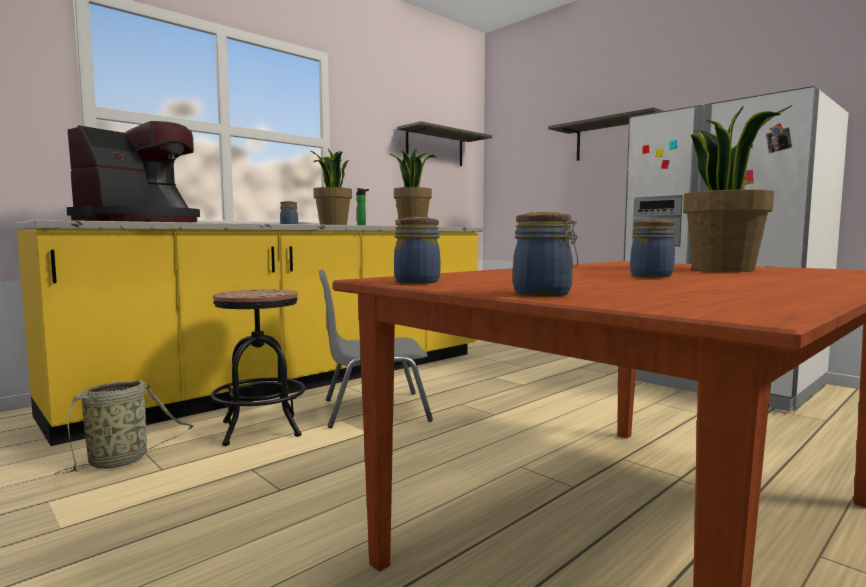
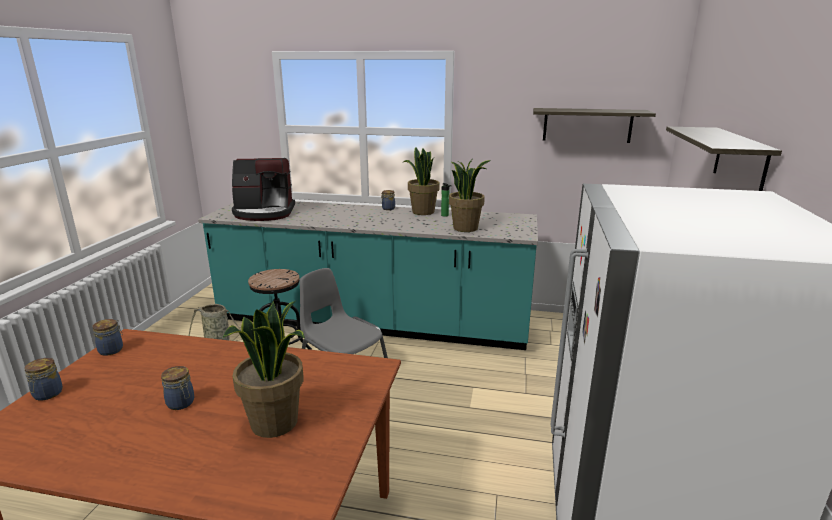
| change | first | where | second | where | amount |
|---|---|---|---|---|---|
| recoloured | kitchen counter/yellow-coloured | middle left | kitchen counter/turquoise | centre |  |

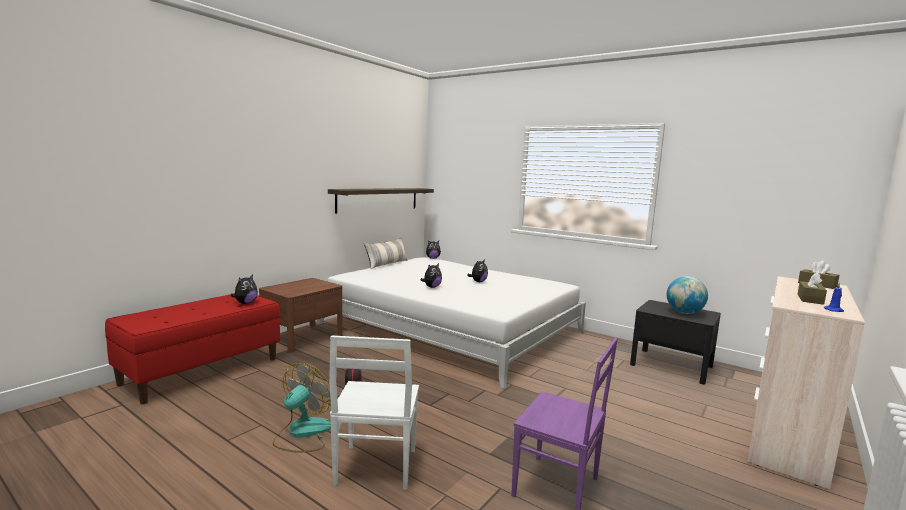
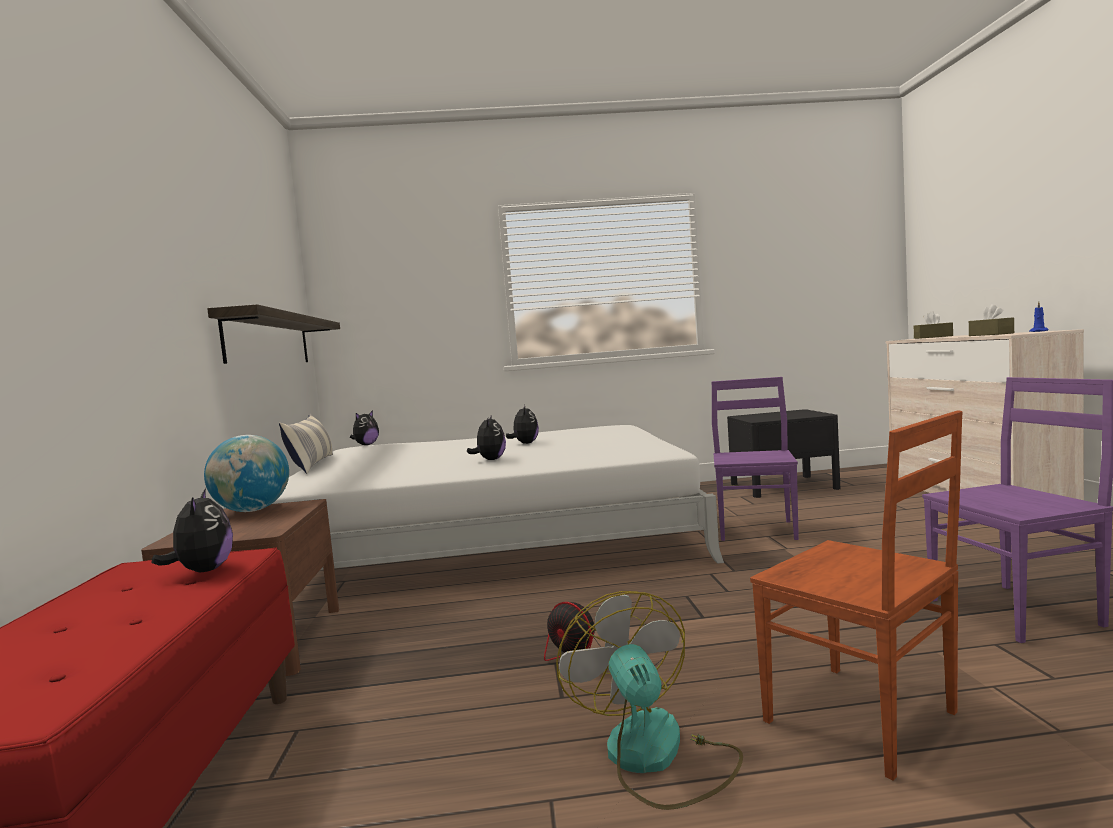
| change | first | where | second | where | amount |
|---|---|---|---|---|---|
| moved | desk globe | middle right |  | middle left |  |
| added |  |  | upright chair/purple (1st from left) | middle right |  |
| recoloured | upright chair/white | bottom centre | upright chair/brownish | bottom right |  |

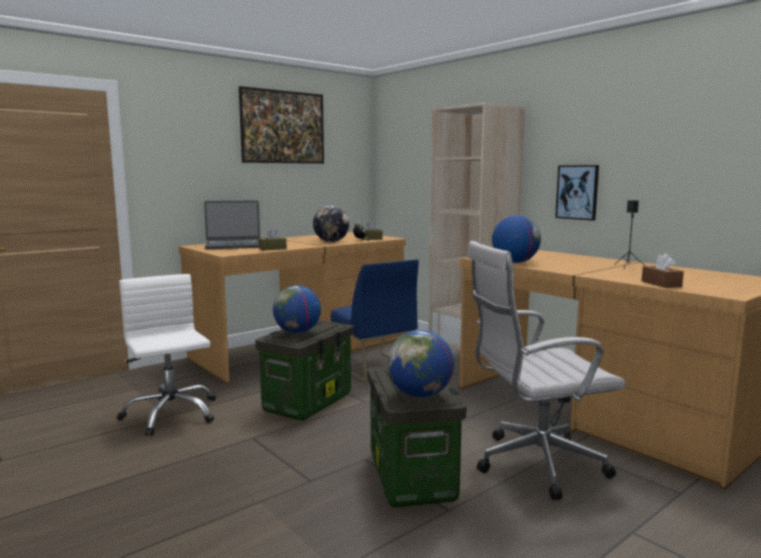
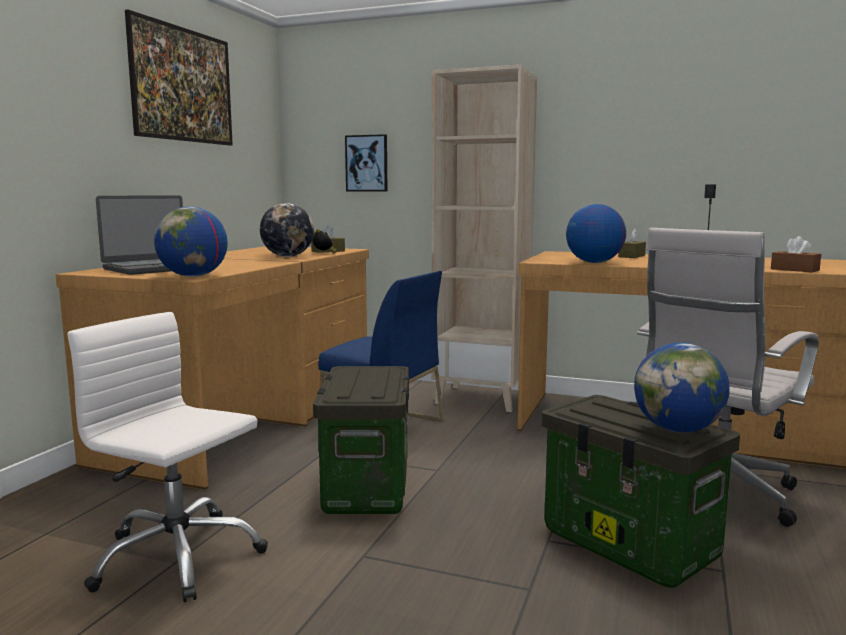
| change | first | where | second | where | amount |
|---|---|---|---|---|---|
| moved | desk globe (1st from left) | centre |  | middle left |  |
| moved | picture (2nd from left) | middle right |  | top centre |  |
| moved | box of tissues/brownish (1st from left in the first image) | centre | box of tissues/brownish (2nd from left) | middle right |  |

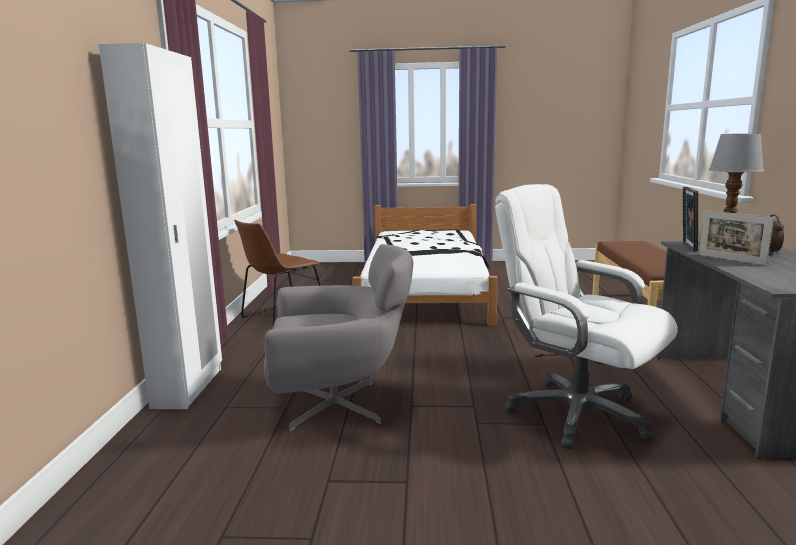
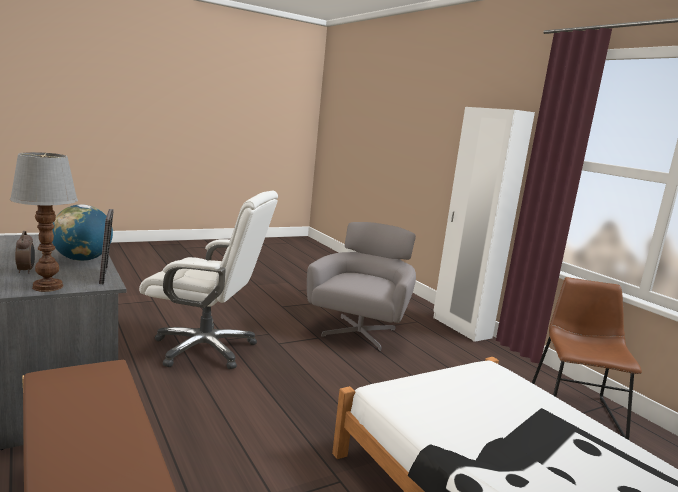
| change | first | where | second | where | amount |
|---|---|---|---|---|---|
| replaced | photo frame (2nd from left) | middle right | desk globe | middle left |  |
| turned | lounge chair/grey | centre |  | centre | 150 degrees clockwise |

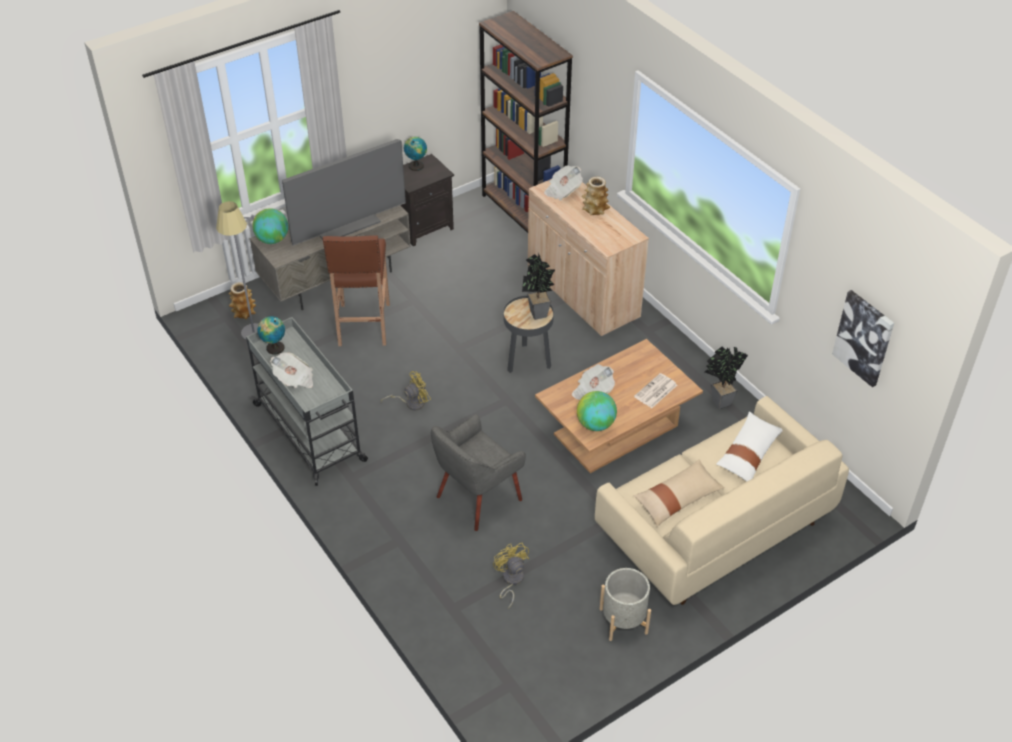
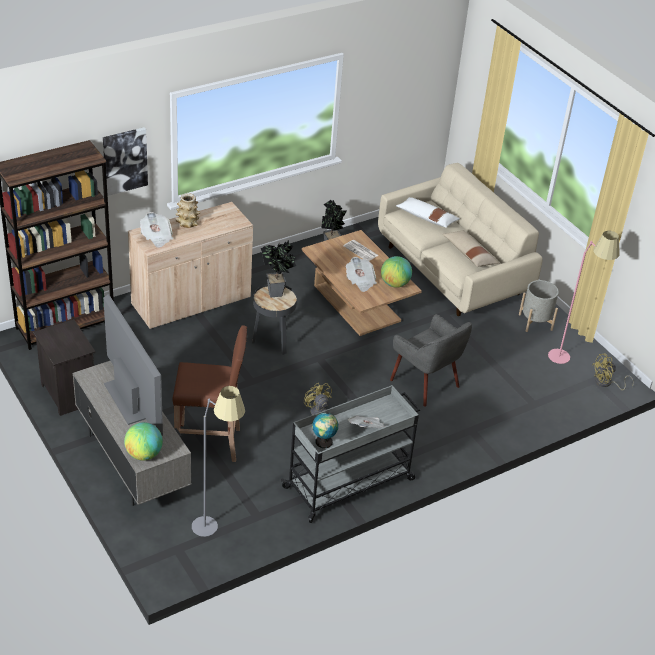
| change | first | where | second | where | amount |
|---|---|---|---|---|---|
| moved | picture | middle right |  | top left |  |
| added |  |  | floor lamp/pink | middle right |  |
| moved | cooling fan/yellow-coloured (2nd from left) | bottom centre |  | middle right |  |
| removed | vase (1st from left) | middle left |  |  |  |
| removed | desk globe (3rd from left) | top centre |  |  |  |

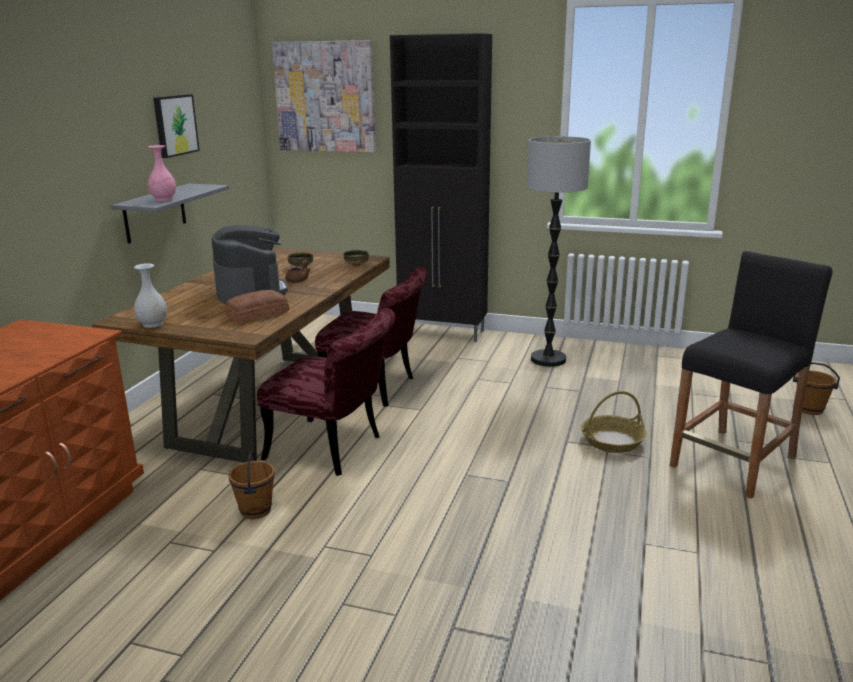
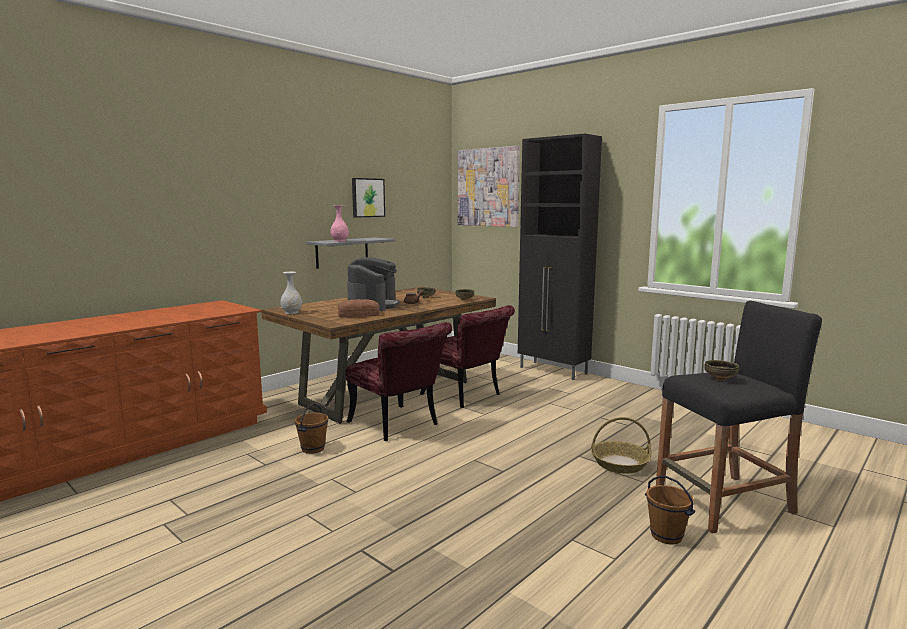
| change | first | where | second | where | amount |
|---|---|---|---|---|---|
| moved | pail/brownish (2nd from left) | middle right |  | bottom right |  |
| added |  |  | serving bowl (3rd from left) | middle right |  |
| removed | floor lamp | centre |  |  |  |

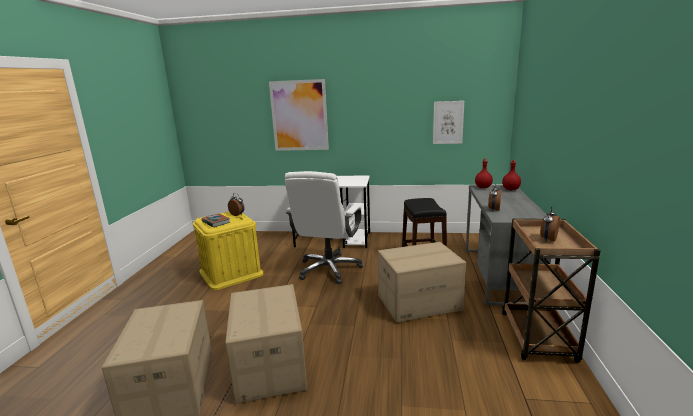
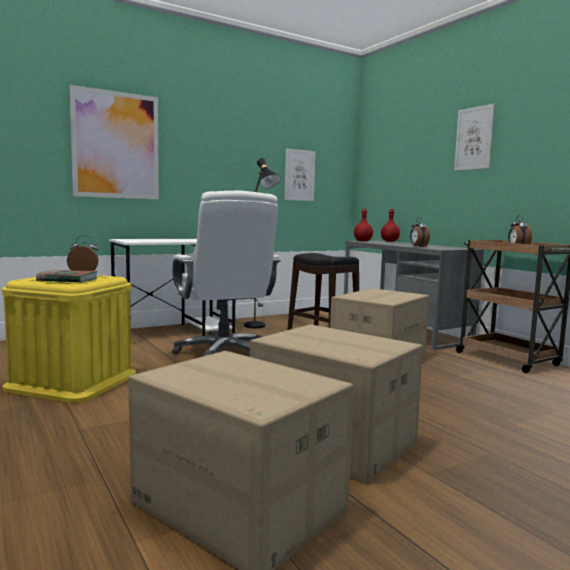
| change | first | where | second | where | amount |
|---|---|---|---|---|---|
| added |  |  | floor lamp/blackish | centre |  |
| added |  |  | picture (3rd from left) | top right |  |

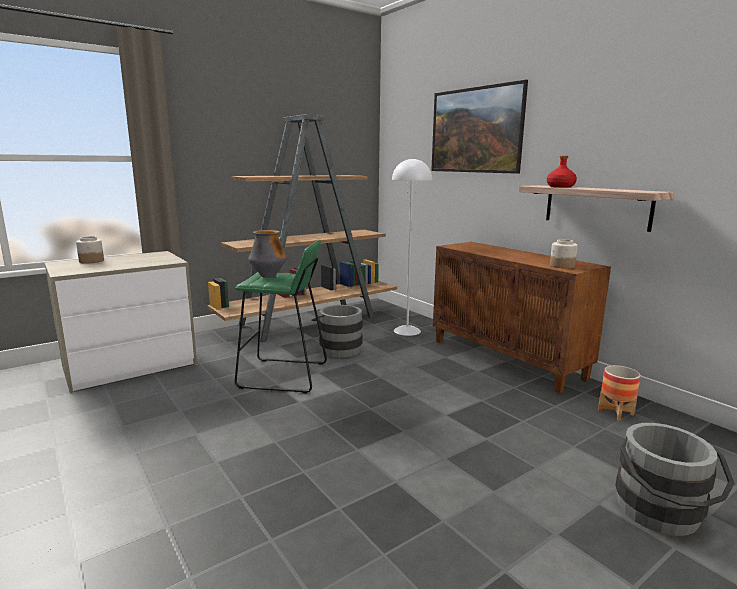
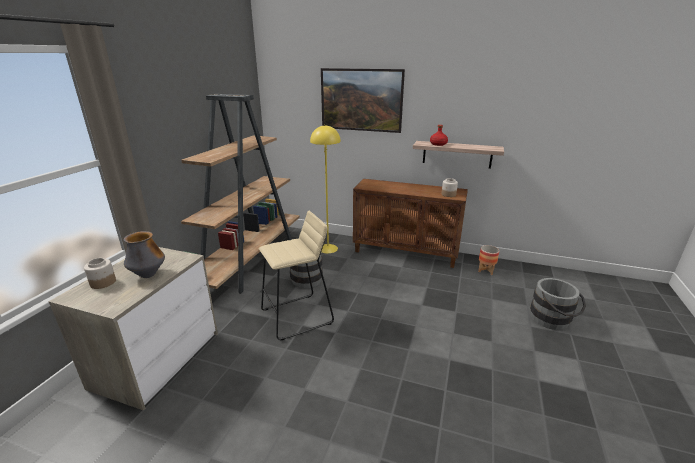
| change | first | where | second | where | amount |
|---|---|---|---|---|---|
| moved | vase | centre |  | middle left |  |
| recoloured | stool seat/green-coloured | centre | stool seat/beige-coloured | centre |  |
| recoloured | floor lamp/white | centre | floor lamp/yellow-coloured | centre |  |

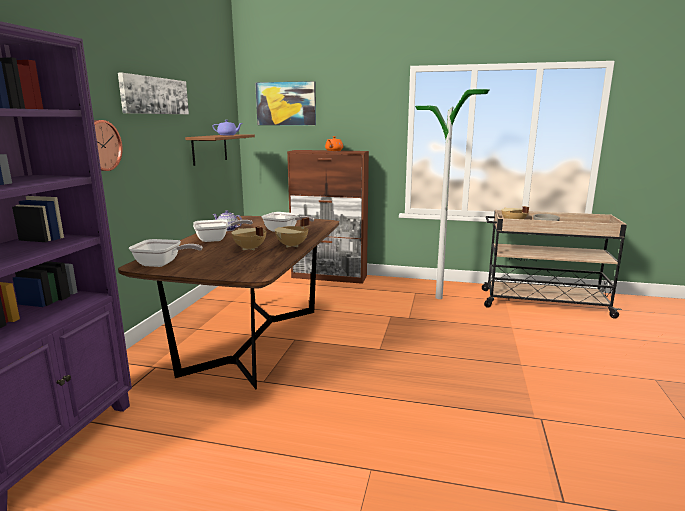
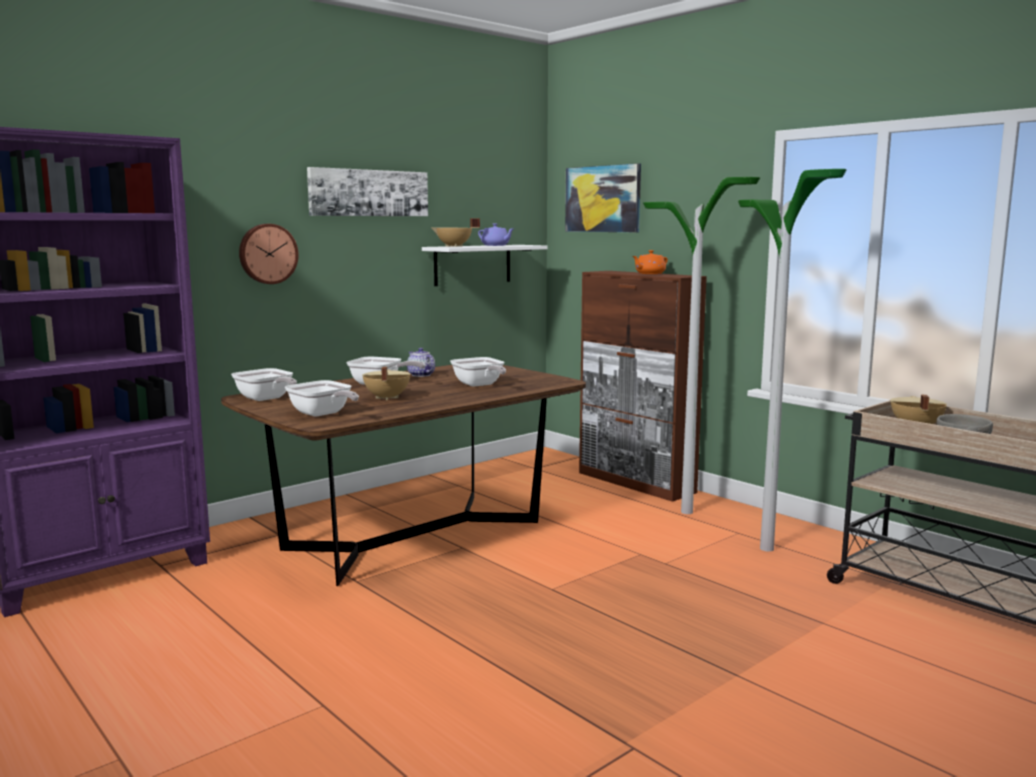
| change | first | where | second | where | amount |
|---|---|---|---|---|---|
| added |  |  | skillet (2nd from left) | middle left |  |
| recoloured | bracket shelf/brownish | top left | bracket shelf/white | centre |  |
| moved | saucepot/beige-coloured (2nd from left) | centre |  | top centre |  |
| added |  |  | floor lamp (1st from left) | middle right |  |

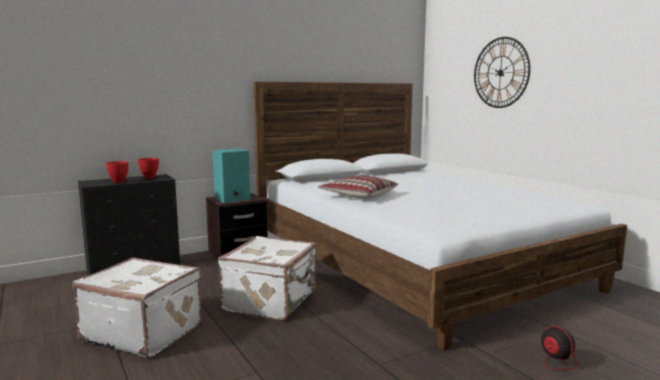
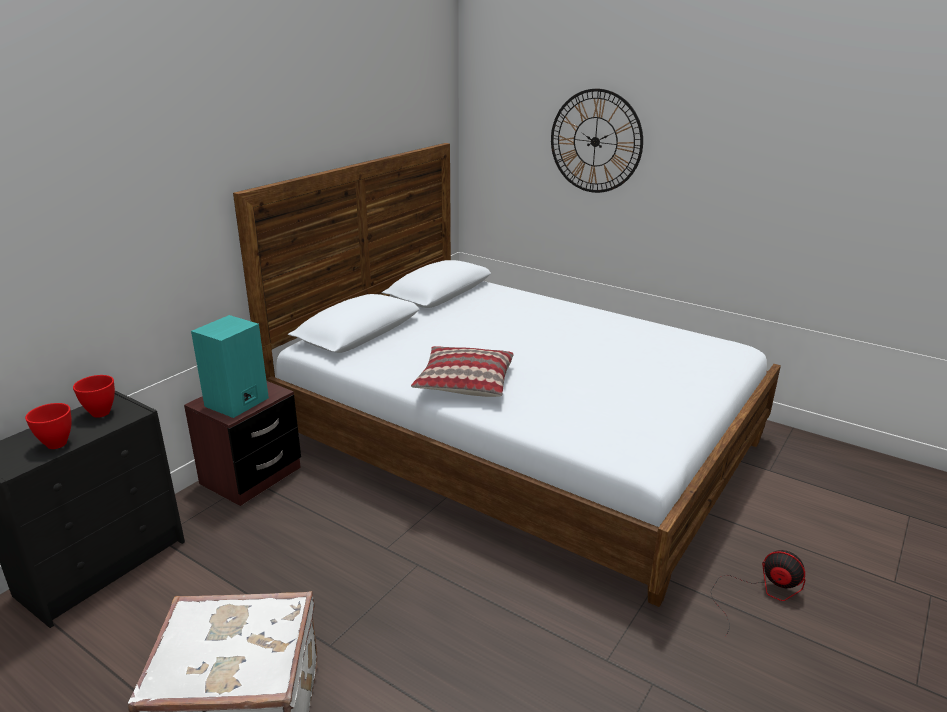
| change | first | where | second | where | amount |
|---|---|---|---|---|---|
| removed | piece of luggage/white (2nd from left) | bottom centre |  |  |  |

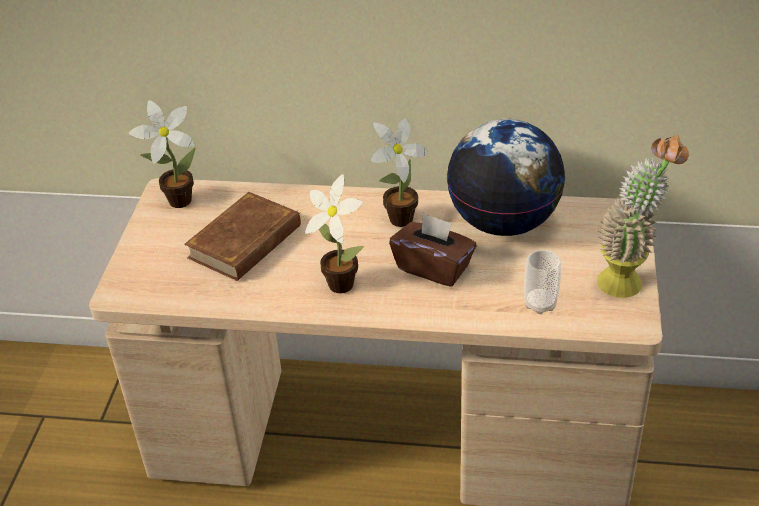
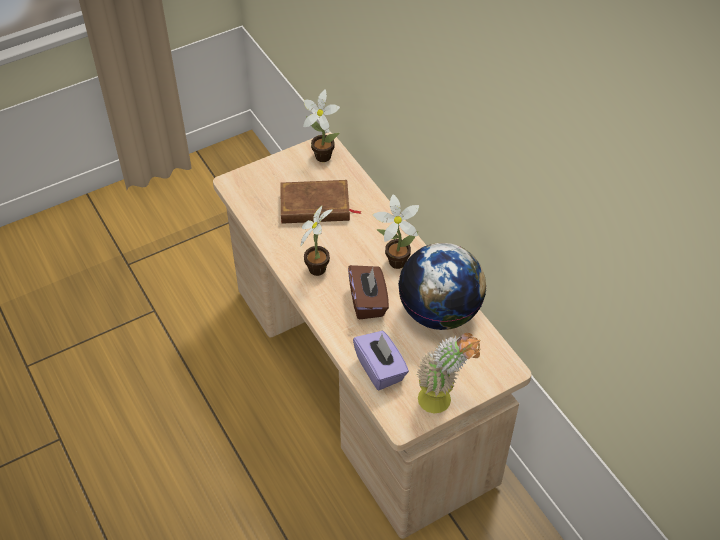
| change | first | where | second | where | amount |
|---|---|---|---|---|---|
| replaced | drinking cup | middle right | box of tissues/purple | bottom centre |  |

